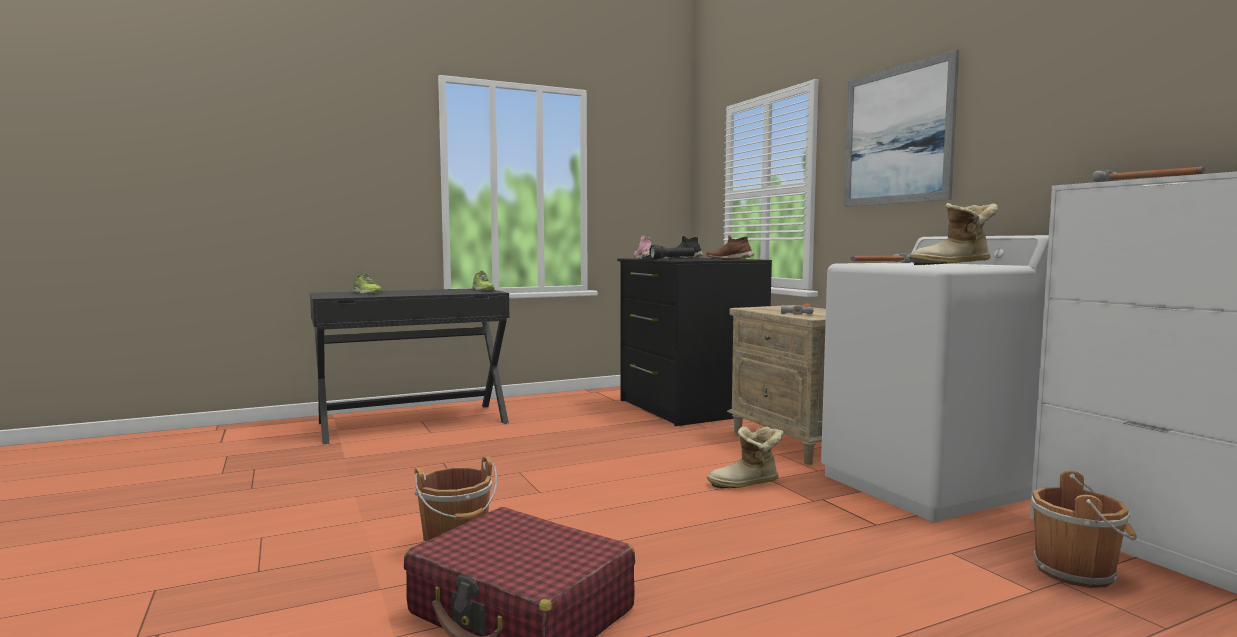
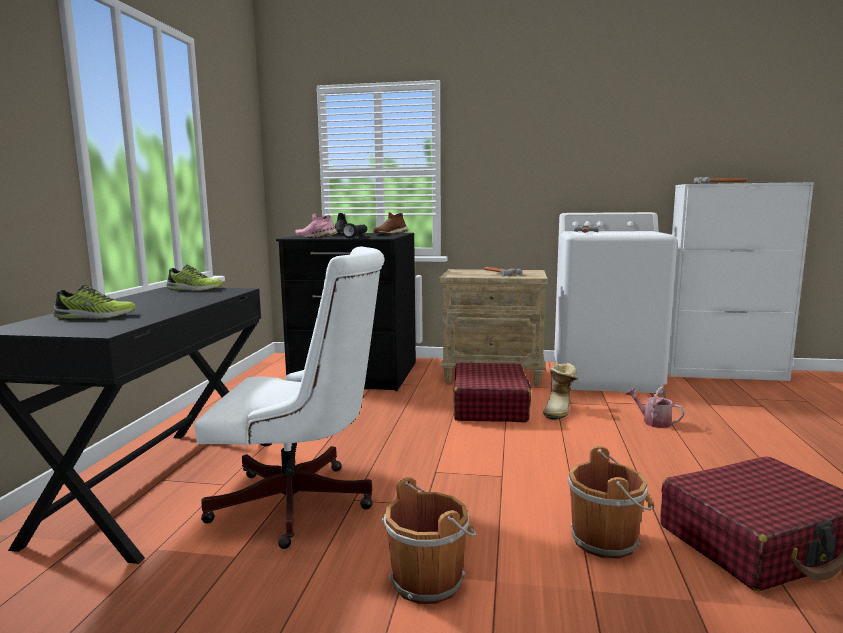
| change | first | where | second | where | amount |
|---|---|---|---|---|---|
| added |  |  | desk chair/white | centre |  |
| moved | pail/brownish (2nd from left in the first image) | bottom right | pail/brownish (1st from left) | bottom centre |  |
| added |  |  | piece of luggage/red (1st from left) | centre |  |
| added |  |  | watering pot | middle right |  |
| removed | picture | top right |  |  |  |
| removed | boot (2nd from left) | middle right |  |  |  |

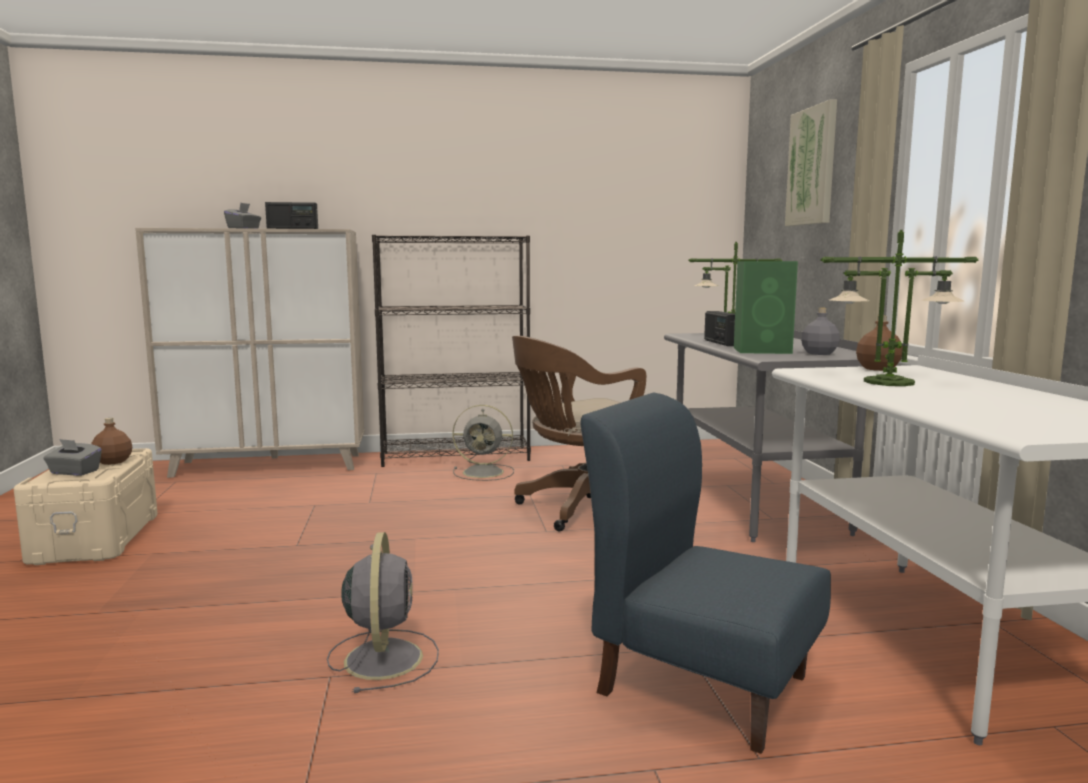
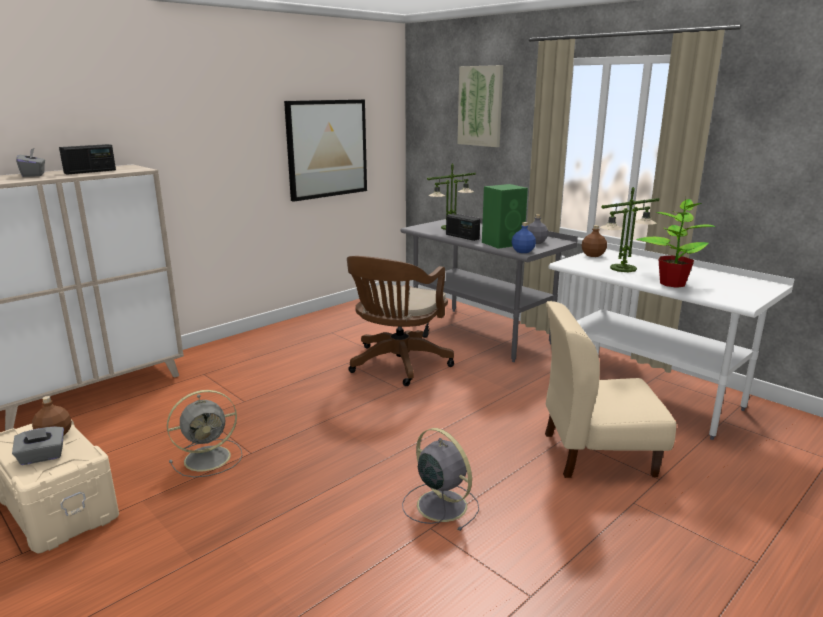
| change | first | where | second | where | amount |
|---|---|---|---|---|---|
| moved | cooling fan/grey (2nd from left in the first image) | centre | cooling fan/grey (1st from left) | bottom left |  |
| added |  |  | picture (1st from left) | top centre |  |
| added |  |  | bottle/bluish | centre |  |
| recoloured | upright chair/bluish | bottom centre | upright chair/beige-coloured | middle right |  |
| added |  |  | plant in a pot | middle right |  |
| removed | shelving unit/blackish | centre |  |  |  |

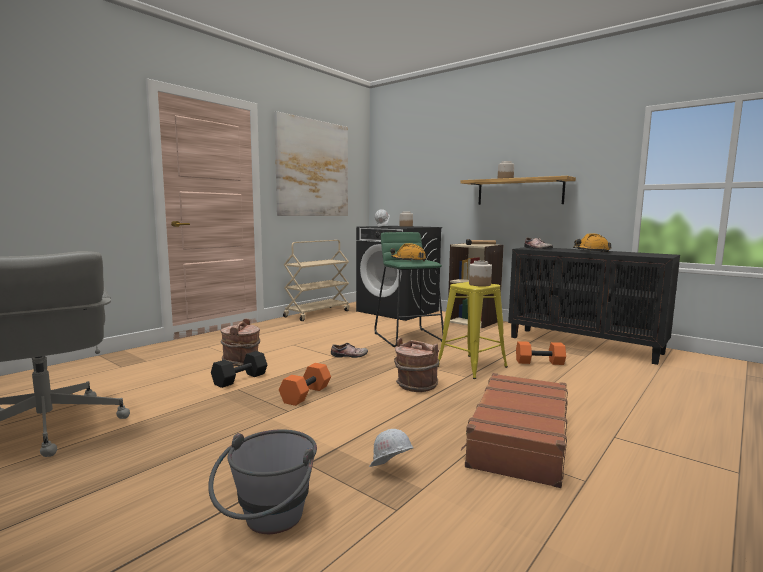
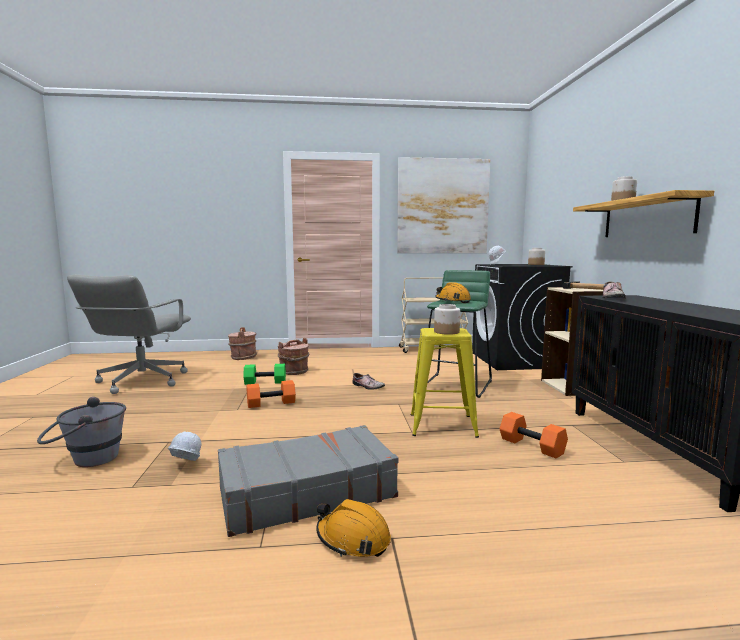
| change | first | where | second | where | amount |
|---|---|---|---|---|---|
| recoloured | piece of luggage/brownish | bottom right | piece of luggage/grey | bottom centre |  |
| moved | pail/brownish (2nd from left in the first image) | centre | pail/brownish (1st from left) | middle left |  |
| recoloured | dumbbell/blackish | middle left | dumbbell/green-coloured | centre |  |
| moved | safety helmet/orange (2nd from left in the first image) | middle right | safety helmet/orange (1st from left) | bottom centre |  |

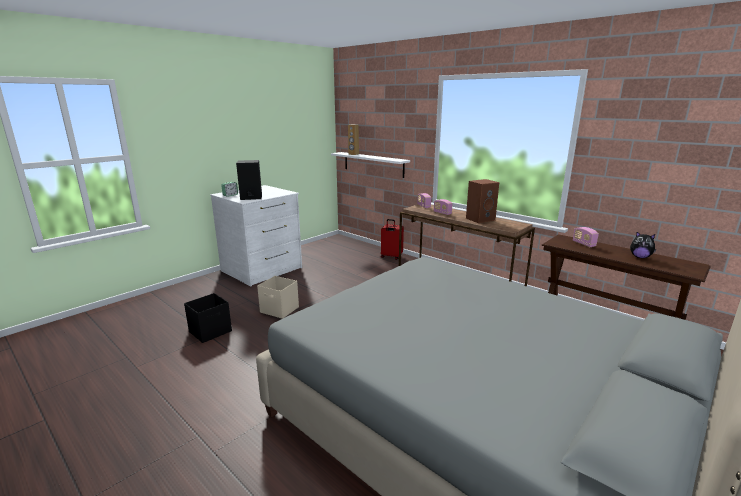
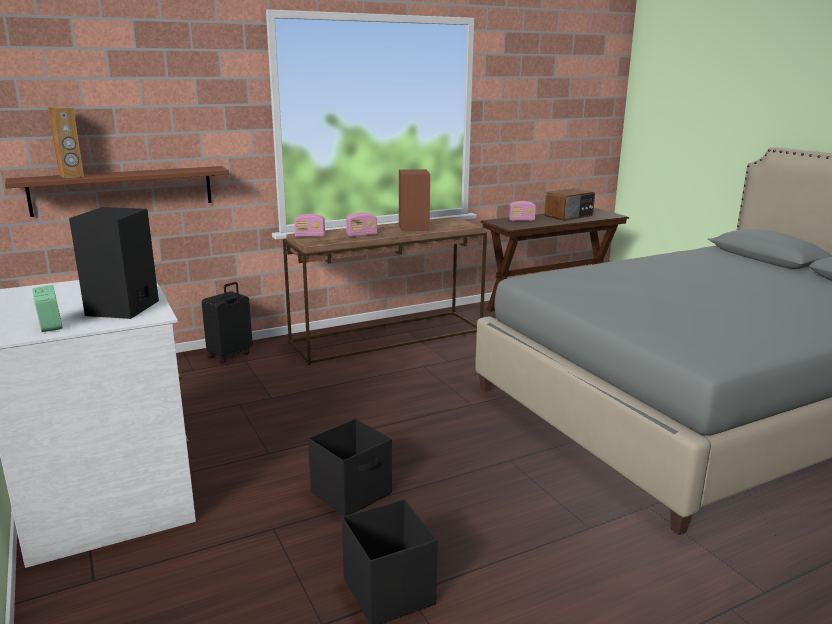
| change | first | where | second | where | amount |
|---|---|---|---|---|---|
| recoloured | bracket shelf/white | top centre | bracket shelf/brownish | top left |  |
| recoloured | piece of luggage/red | centre | piece of luggage/blackish | middle left |  |
| recoloured | storage container/beige-coloured | centre | storage container/blackish (1st from left) | bottom centre |  |
| replaced | plush toy | middle right | radio set (4th from left) | top right |  |

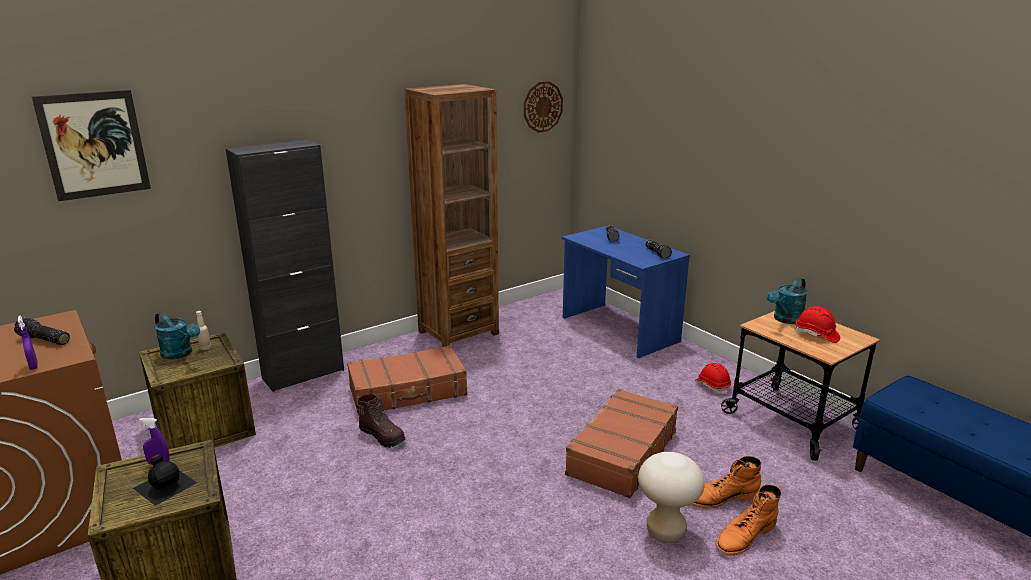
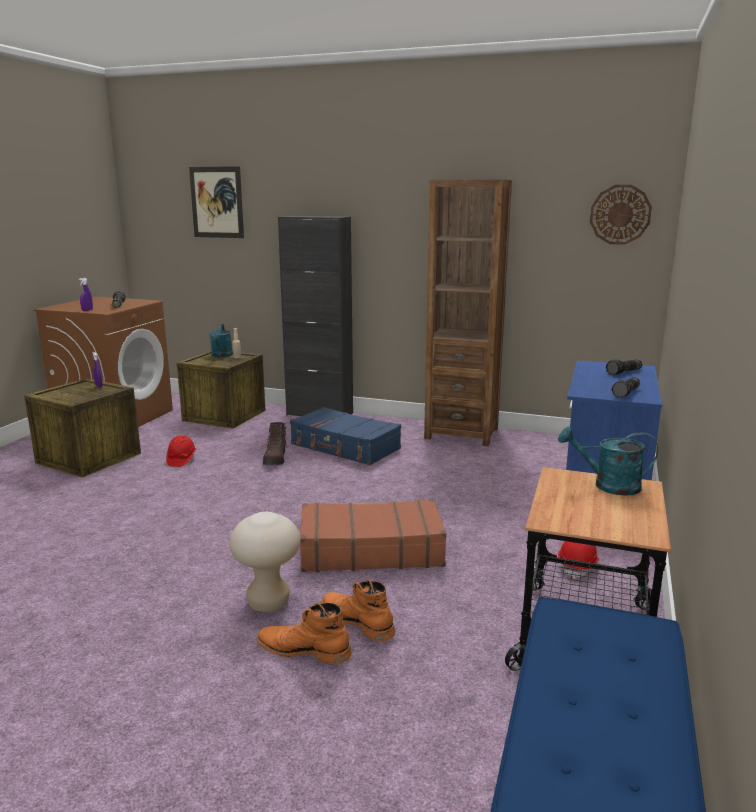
| change | first | where | second | where | amount |
|---|---|---|---|---|---|
| moved | safety helmet/red (2nd from left in the first image) | middle right | safety helmet/red (1st from left) | middle left |  |
| recoloured | piece of luggage/brownish (1st from left) | centre | piece of luggage/bluish | centre |  |
| removed | bottle/blackish | bottom left |  |  |  |

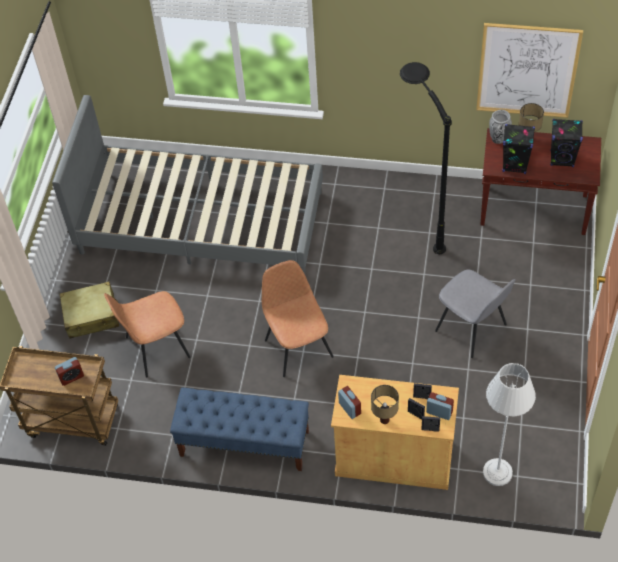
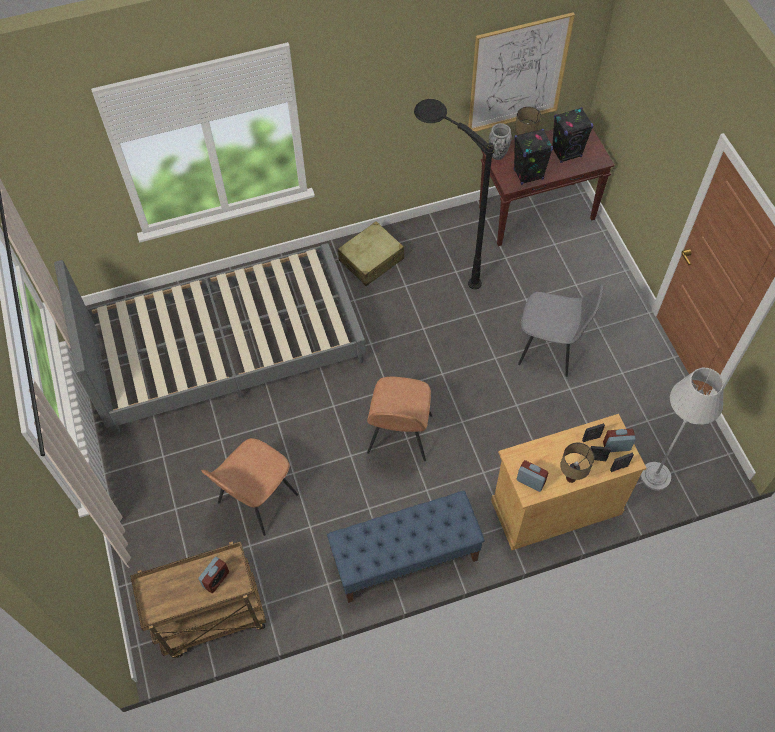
| change | first | where | second | where | amount |
|---|---|---|---|---|---|
| moved | piece of luggage/beige-coloured | middle left |  | centre |  |
| turned | upright chair/brownish (2nd from left) | centre |  | centre | 120 degrees counterclockwise |

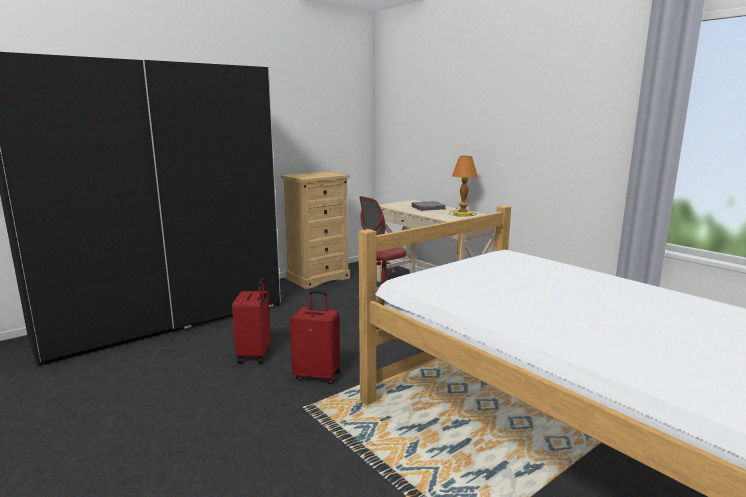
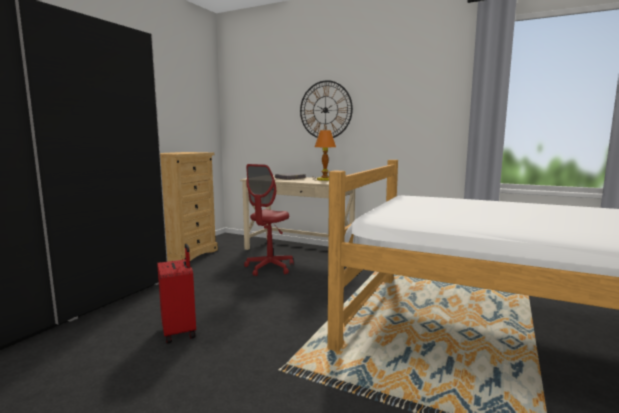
| change | first | where | second | where | amount |
|---|---|---|---|---|---|
| added |  |  | hanging clock | top centre |  |
| removed | piece of luggage/red (2nd from left) | bottom centre |  |  |  |

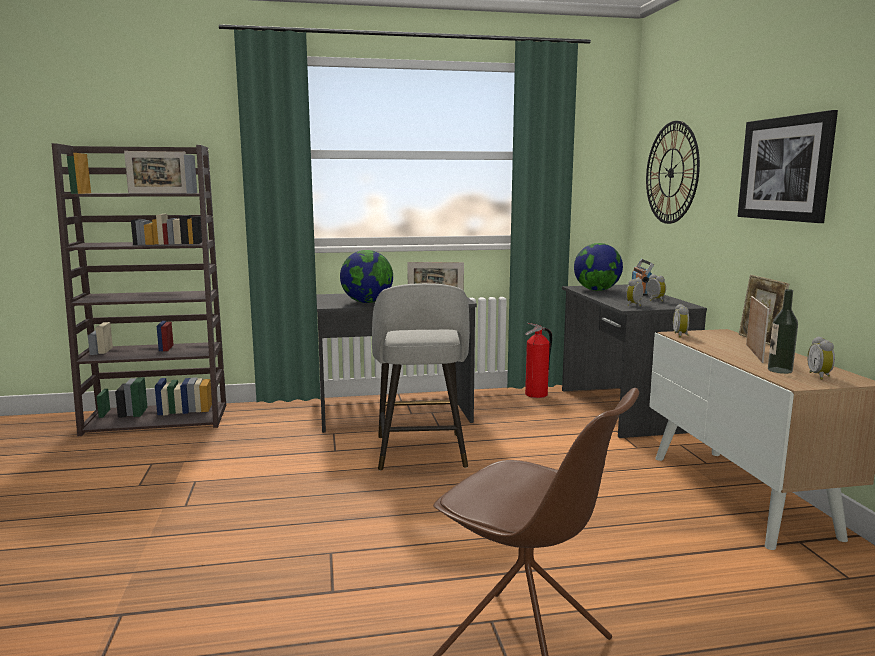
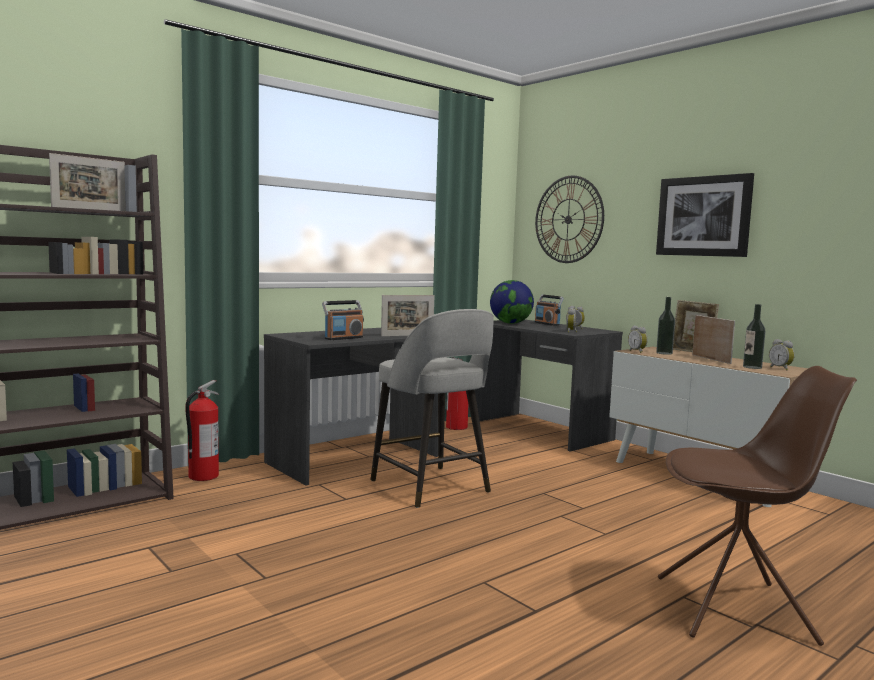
| change | first | where | second | where | amount |
|---|---|---|---|---|---|
| added |  |  | fire extinguisher (1st from left) | middle left |  |
| replaced | desk globe (1st from left) | centre | radio set (1st from left) | centre |  |
| added |  |  | bottle (1st from left) | middle right |  |

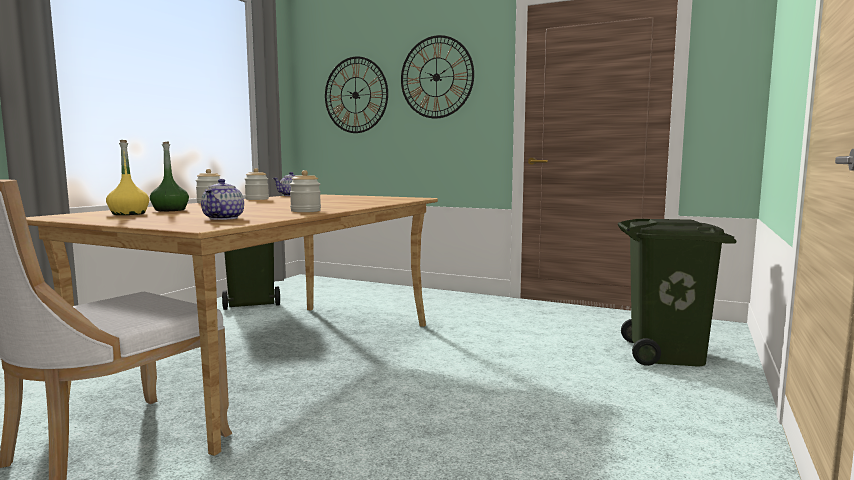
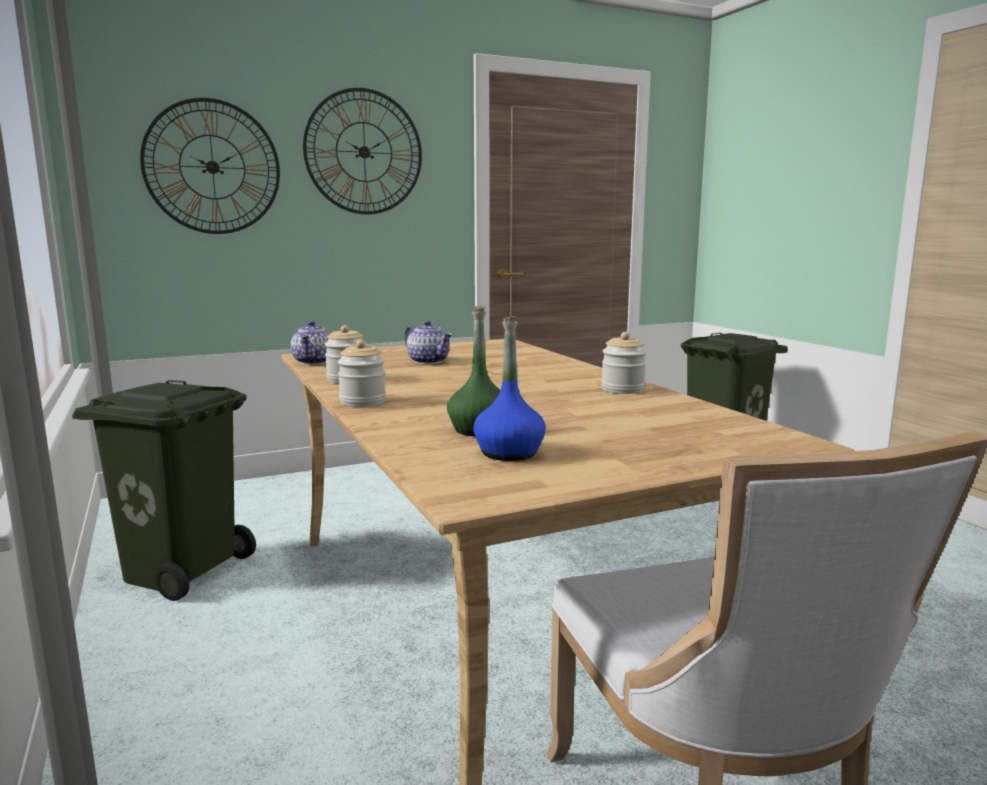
| change | first | where | second | where | amount |
|---|---|---|---|---|---|
| moved | teapot (1st from left in the first image) | middle left | teapot (2nd from left) | centre |  |
| recoloured | bottle/yellow-coloured | middle left | bottle/bluish | centre |  |

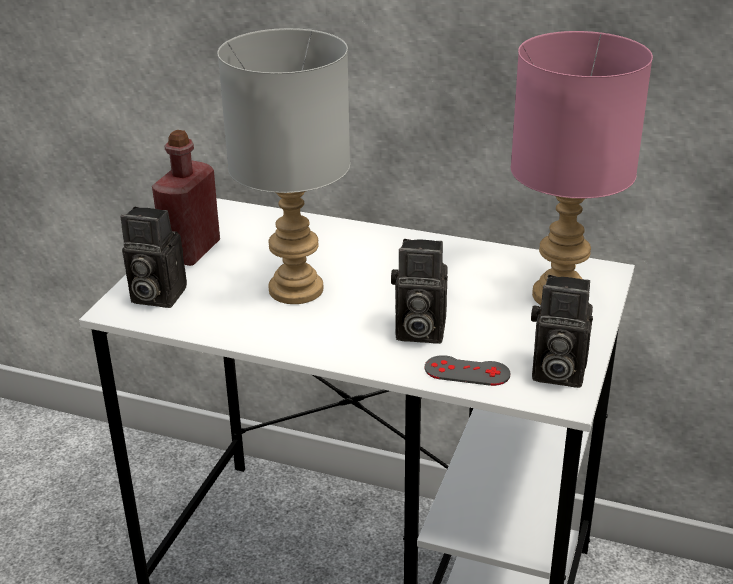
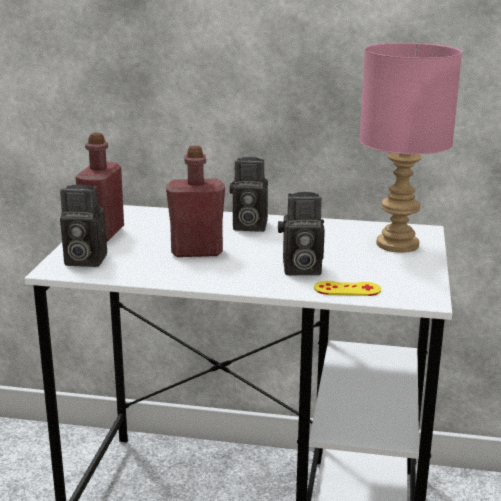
| change | first | where | second | where | amount |
|---|---|---|---|---|---|
| replaced | table lamp/grey | top centre | bottle/red (2nd from left) | centre |  |
| moved | photo camera (3rd from left in the first image) | middle right | photo camera (2nd from left) | centre |  |
| recoloured | game controller/grey | centre | game controller/yellow-coloured | middle right |  |

